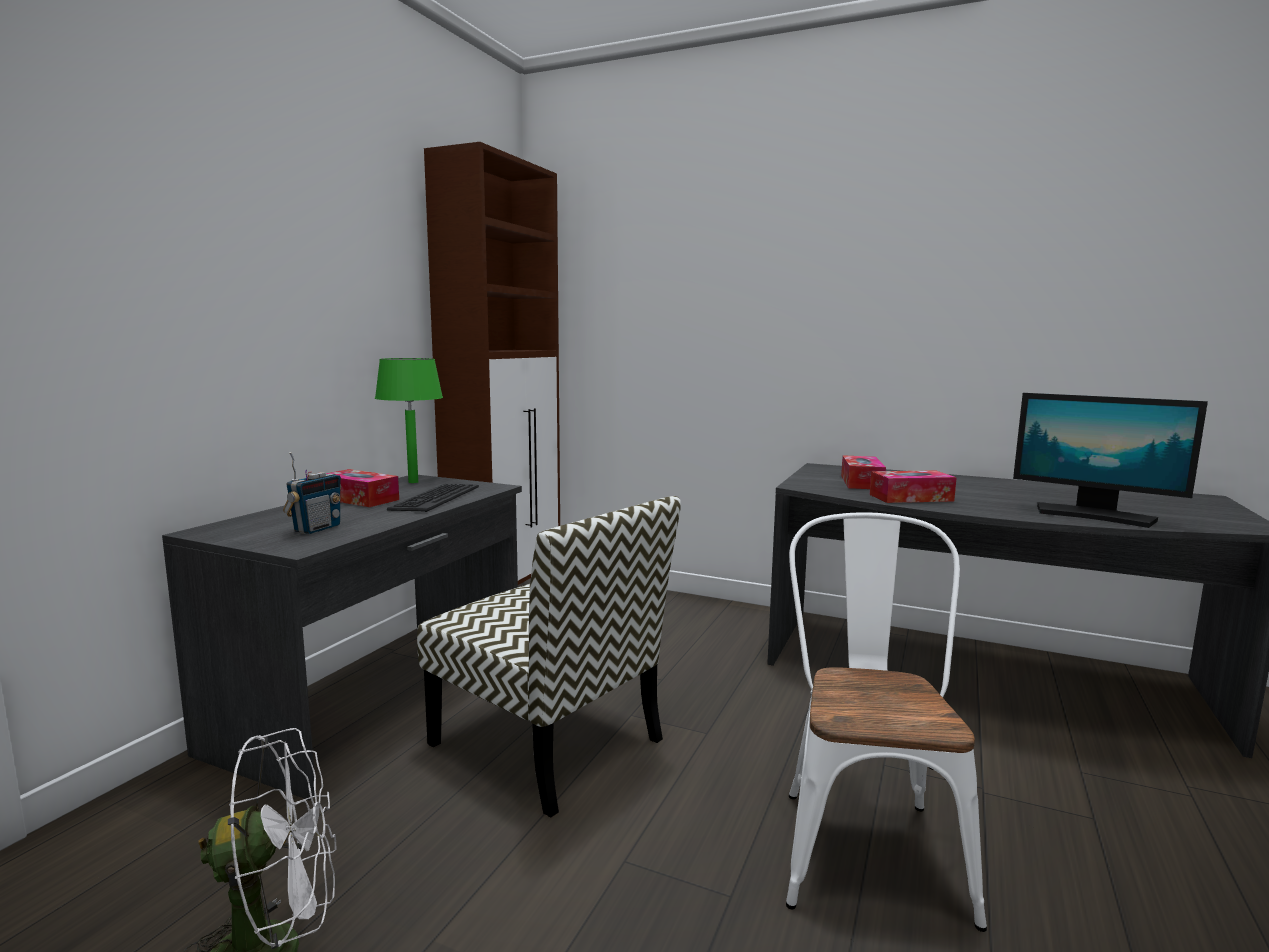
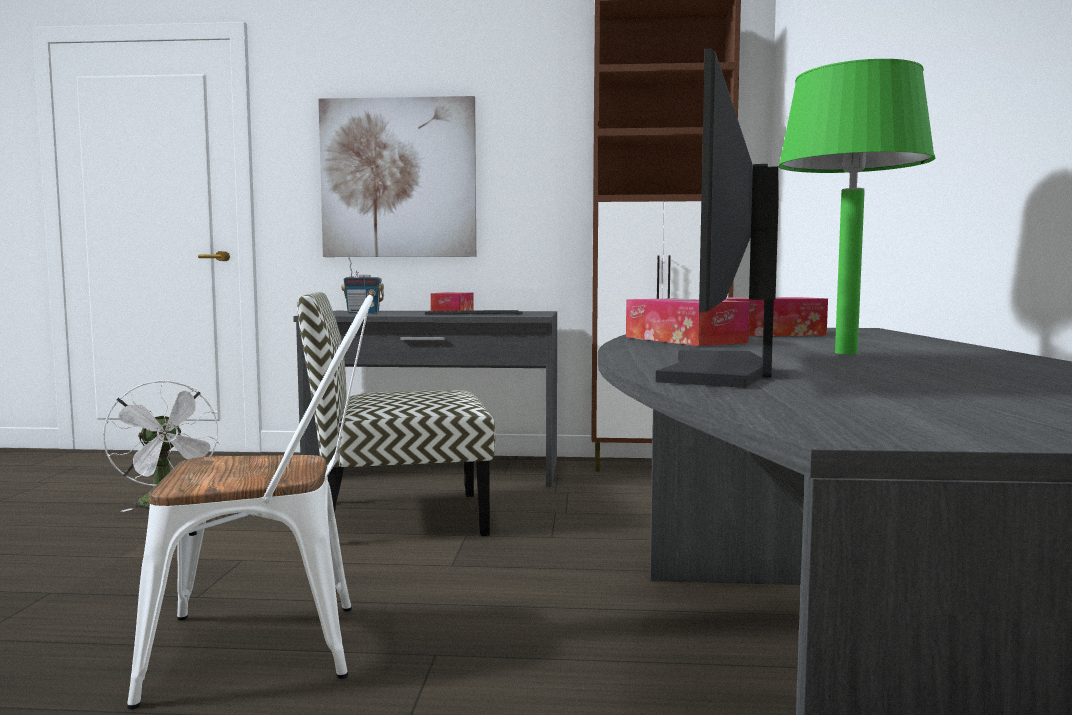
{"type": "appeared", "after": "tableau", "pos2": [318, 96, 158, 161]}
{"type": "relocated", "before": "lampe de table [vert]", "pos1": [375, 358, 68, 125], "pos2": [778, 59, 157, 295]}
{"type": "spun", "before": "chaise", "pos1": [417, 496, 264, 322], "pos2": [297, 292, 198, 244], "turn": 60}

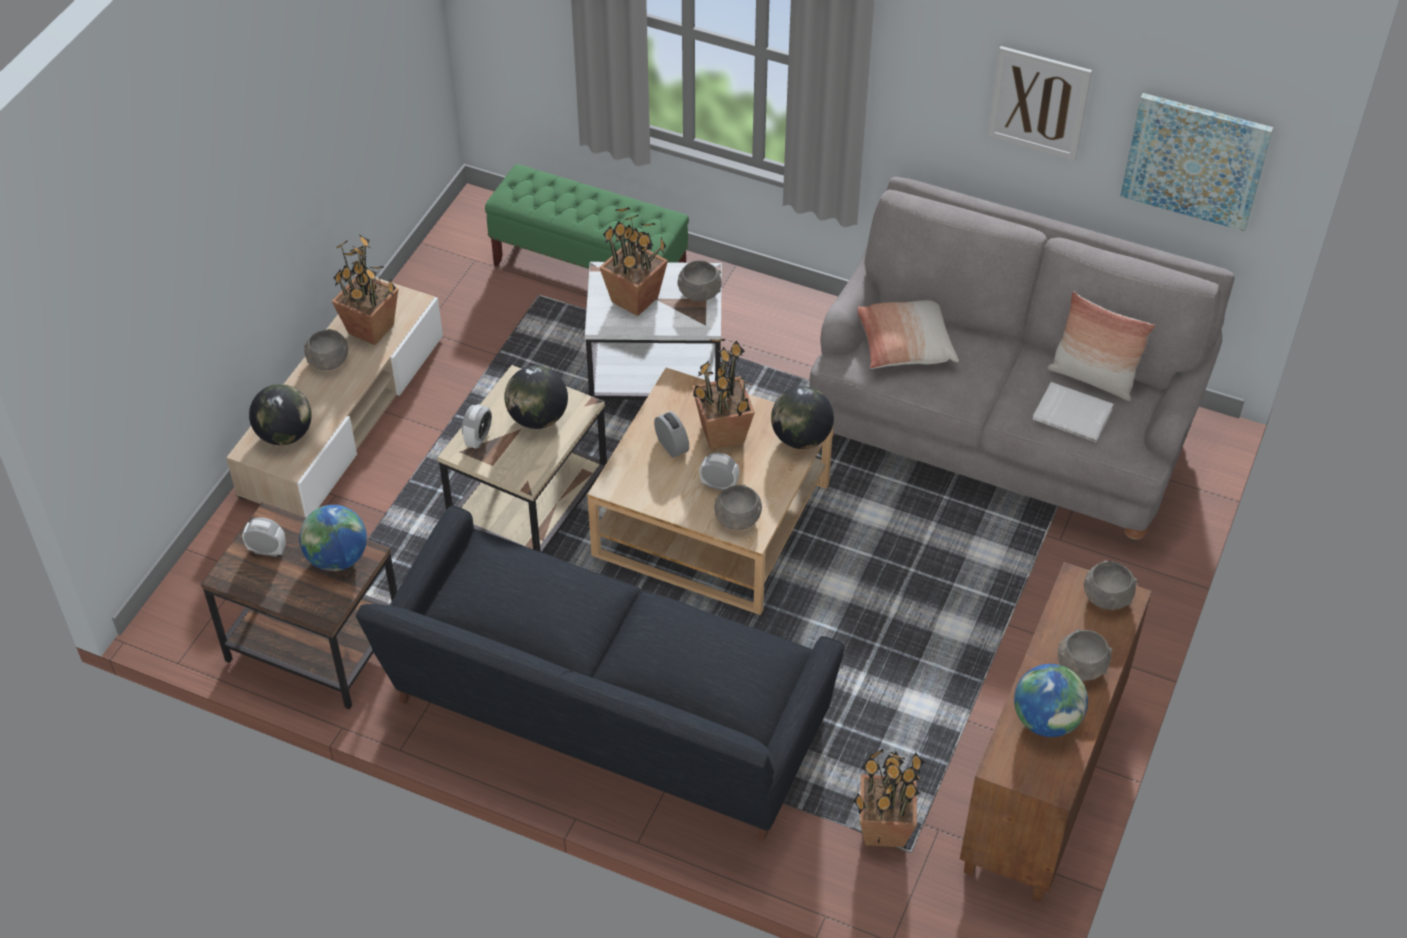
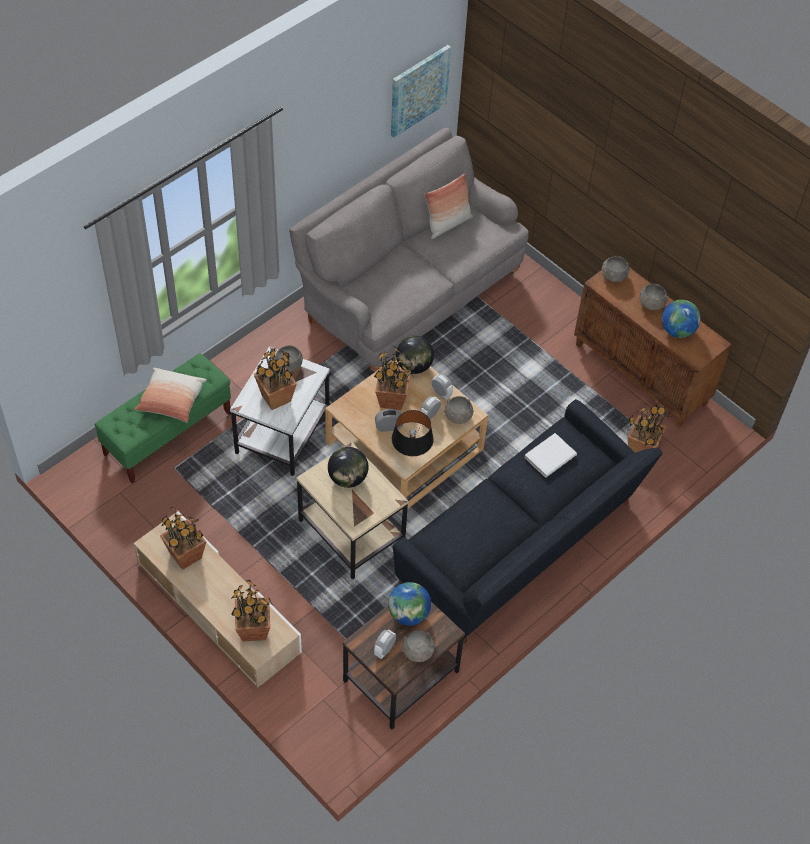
{"type": "missing", "before": "tableau", "pos1": [987, 46, 105, 115]}
{"type": "appeared", "after": "lampe de table [noir]", "pos2": [392, 410, 42, 46]}
{"type": "relocated", "before": "bol [gris]", "pos1": [304, 329, 44, 41], "pos2": [402, 630, 33, 32]}
{"type": "relocated", "before": "réveil", "pos1": [462, 404, 30, 45], "pos2": [431, 374, 22, 26]}
{"type": "relocated", "before": "coussin", "pos1": [857, 300, 102, 69], "pos2": [134, 368, 73, 55]}
{"type": "relocated", "before": "livre [blanc]", "pos1": [1033, 382, 81, 60], "pos2": [524, 433, 53, 45]}
{"type": "exchanged", "before": "globe", "after": "plante en pot", "pos1": [249, 384, 63, 61], "pos2": [231, 580, 42, 61]}

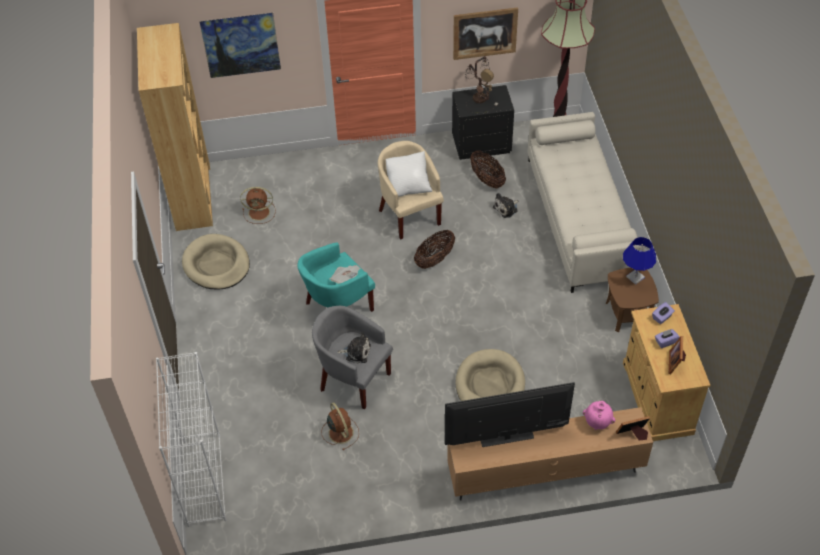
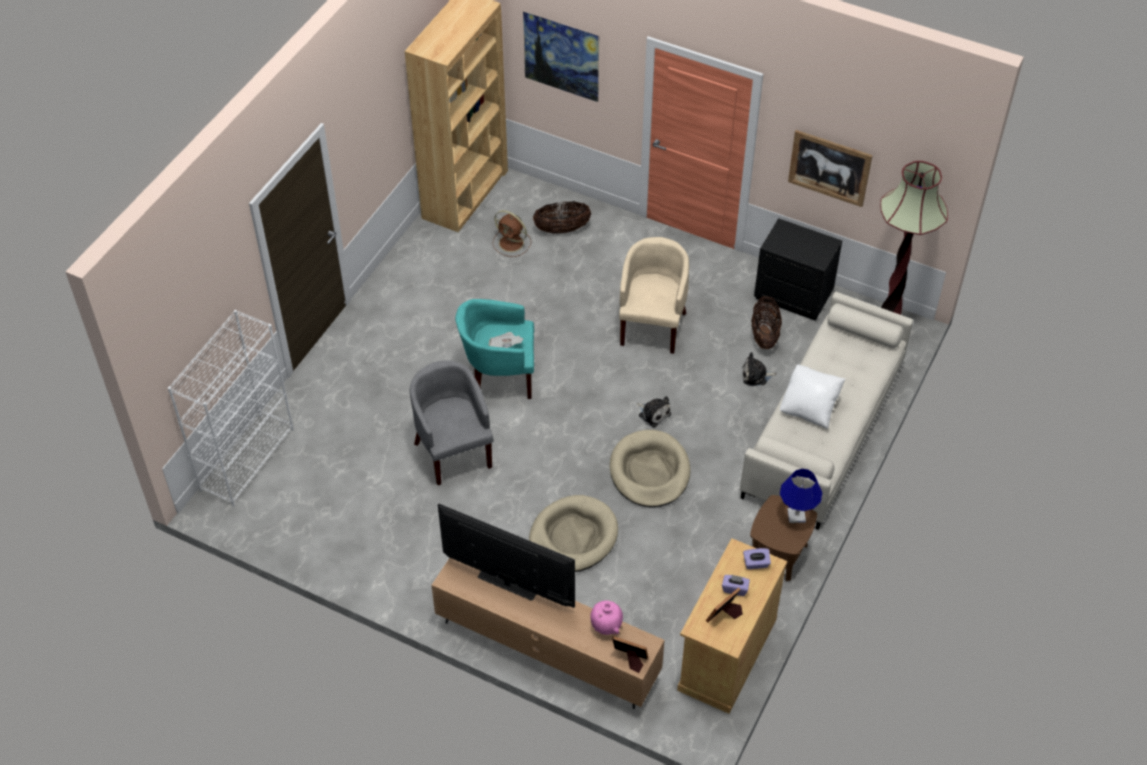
{"type": "missing", "before": "ventilateur [marron]", "pos1": [321, 402, 38, 49]}
{"type": "missing", "before": "lampe de table", "pos1": [465, 56, 33, 57]}
{"type": "relocated", "before": "panier pour chien [beige]", "pos1": [182, 234, 68, 55], "pos2": [610, 430, 81, 77]}
{"type": "relocated", "before": "peluche", "pos1": [337, 332, 34, 32], "pos2": [636, 396, 35, 32]}
{"type": "relocated", "before": "coussin [blanc]", "pos1": [386, 151, 46, 46], "pos2": [780, 364, 65, 65]}
{"type": "relocated", "before": "panier", "pos1": [414, 230, 41, 39], "pos2": [533, 201, 58, 33]}

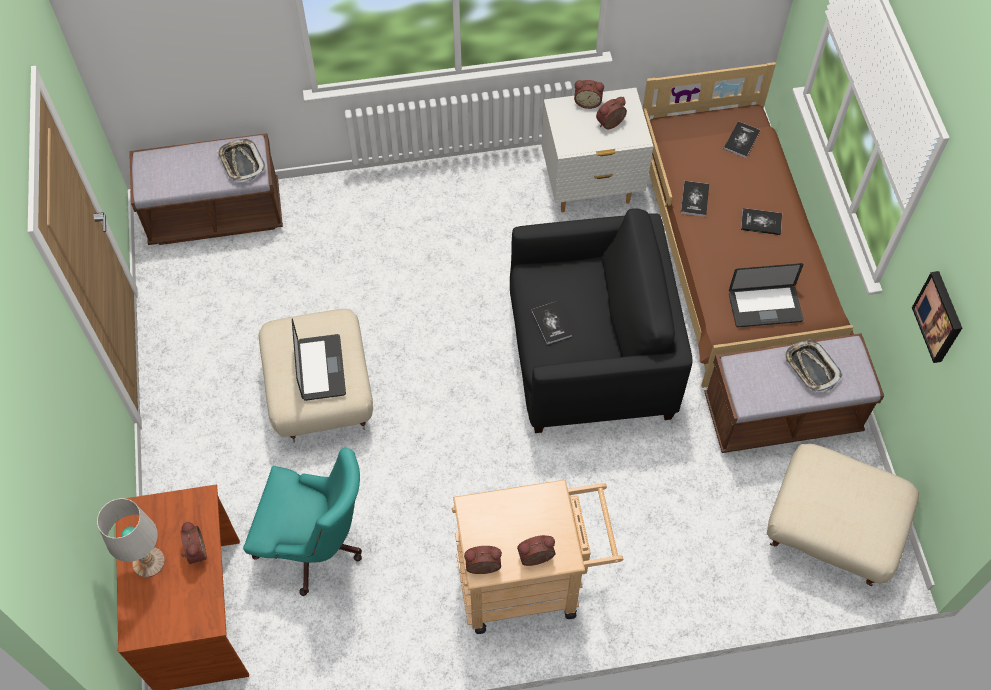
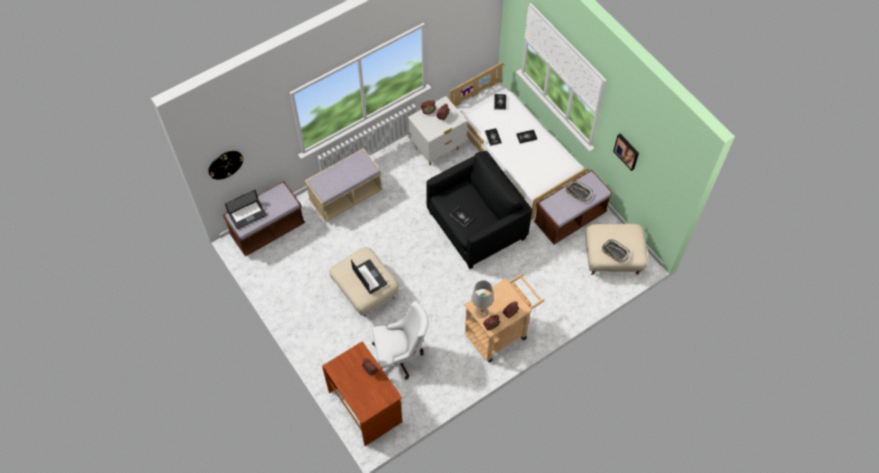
{"type": "appeared", "after": "horloge murale", "pos2": [208, 151, 36, 29]}
{"type": "appeared", "after": "banc [beige]", "pos2": [305, 148, 78, 74]}
{"type": "relocated", "before": "lampe de table [blanc]", "pos1": [97, 498, 68, 79], "pos2": [472, 280, 22, 38]}
{"type": "relocated", "before": "plateau", "pos1": [217, 139, 49, 44], "pos2": [602, 239, 28, 24]}
{"type": "relocated", "before": "ordinateur portable", "pos1": [729, 263, 75, 64], "pos2": [225, 190, 42, 39]}
{"type": "colour", "before": "chaise de bureau [turquoise]", "after": "chaise de bureau [blanc]", "pos1": [243, 448, 119, 148], "pos2": [372, 301, 56, 79]}
{"type": "colour", "before": "lit [marron]", "after": "lit [blanc]", "pos1": [642, 62, 212, 326], "pos2": [450, 62, 137, 158]}

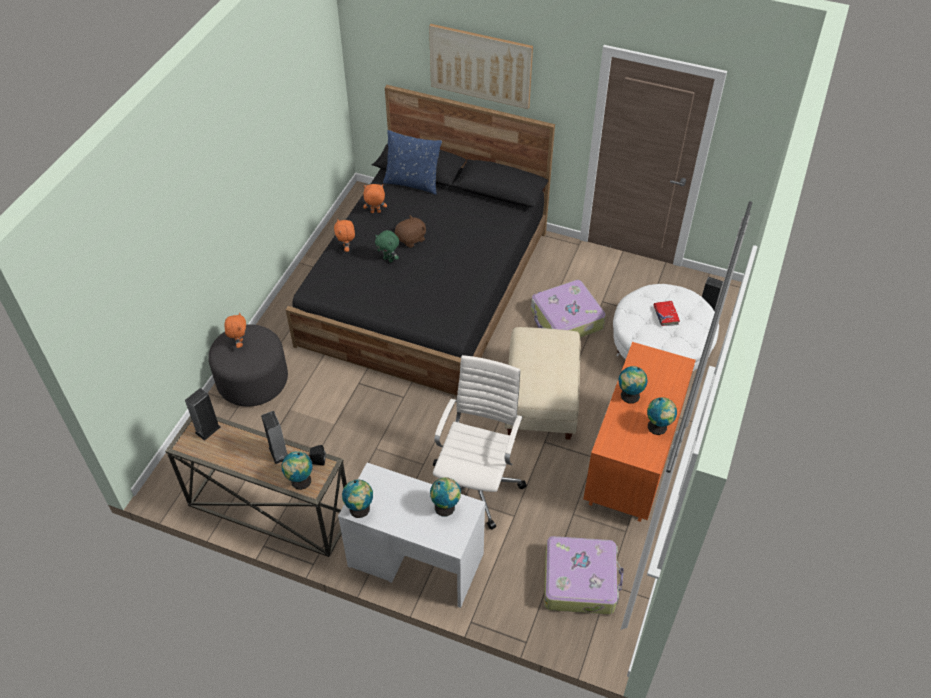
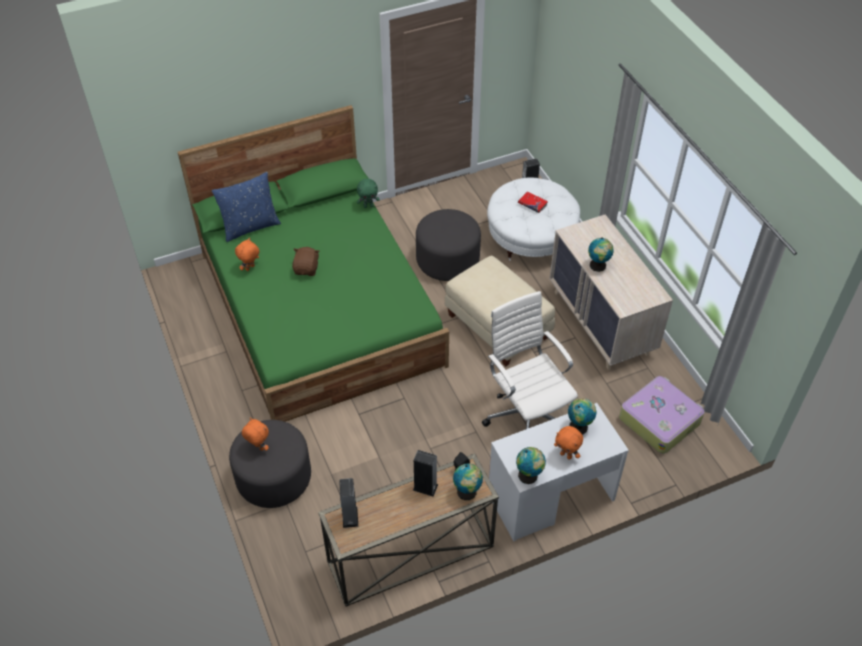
{"type": "missing", "before": "tableau", "pos1": [429, 24, 104, 85]}
{"type": "missing", "before": "globe", "pos1": [647, 397, 30, 38]}
{"type": "relocated", "before": "peluche [orange]", "pos1": [334, 219, 21, 33], "pos2": [554, 426, 29, 34]}
{"type": "relocated", "before": "peluche [vert]", "pos1": [375, 230, 24, 32], "pos2": [357, 179, 23, 29]}
{"type": "exchanged", "before": "valise", "after": "pouf [gris]", "pos1": [531, 280, 75, 58], "pos2": [416, 209, 65, 72]}
{"type": "colour", "before": "lit [noir]", "after": "lit [vert]", "pos1": [286, 85, 269, 311], "pos2": [178, 105, 271, 317]}
{"type": "colour", "before": "commode [orange]", "after": "commode [beige]", "pos1": [583, 342, 113, 180], "pos2": [549, 214, 124, 156]}

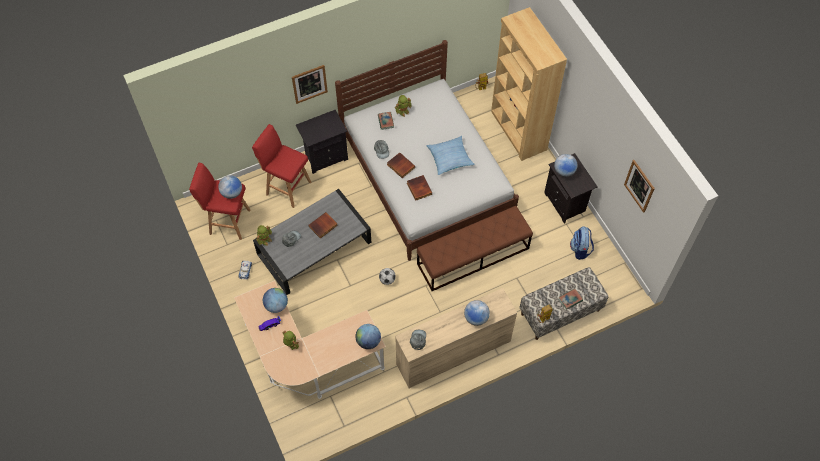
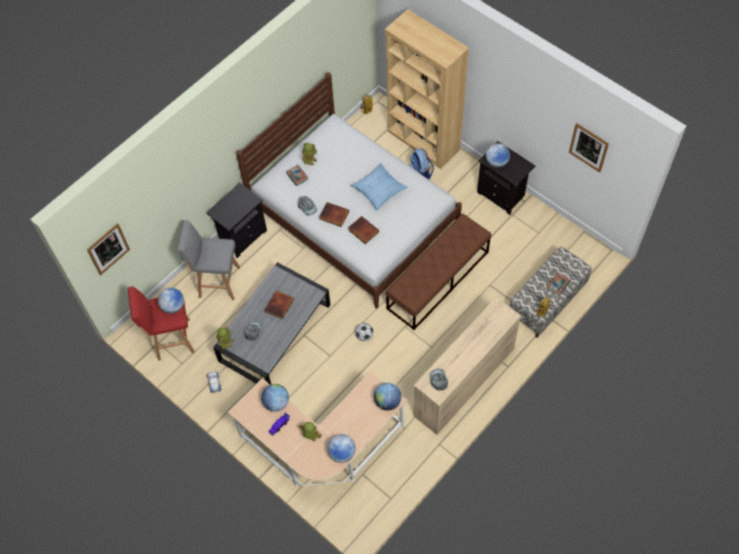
{"type": "relocated", "before": "tableau", "pos1": [292, 65, 36, 39], "pos2": [87, 223, 43, 52]}
{"type": "relocated", "before": "globe", "pos1": [464, 300, 26, 26], "pos2": [327, 434, 29, 29]}
{"type": "relocated", "before": "sac à dos", "pos1": [570, 226, 24, 34], "pos2": [410, 148, 24, 31]}
{"type": "colour", "before": "tabouret [rouge]", "after": "tabouret [gris]", "pos1": [252, 124, 59, 84], "pos2": [177, 220, 63, 80]}

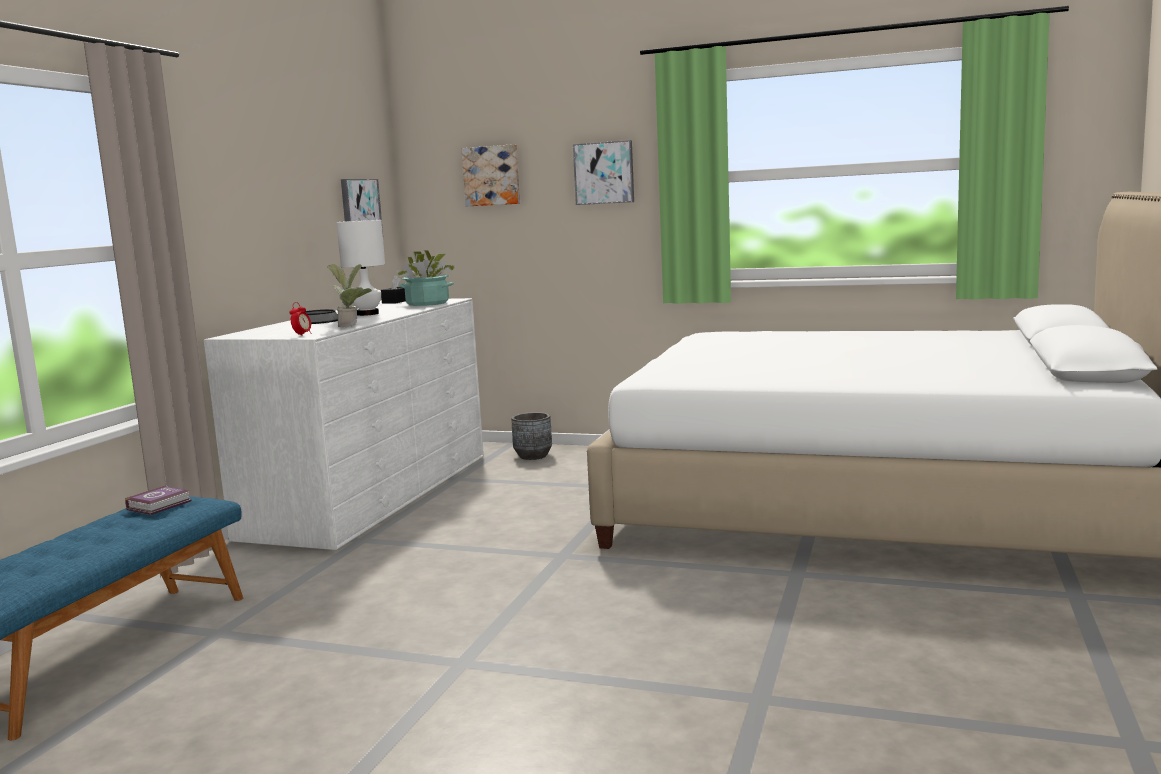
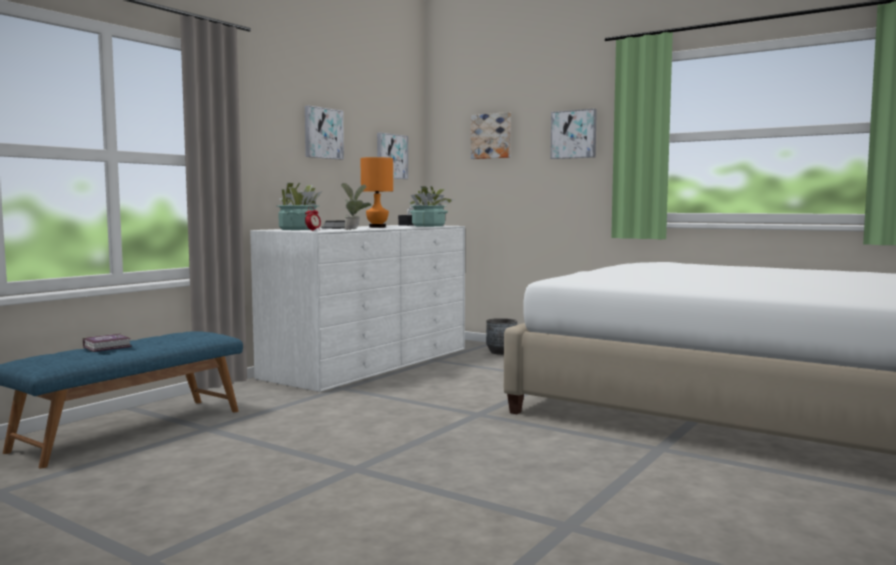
{"type": "appeared", "after": "plante en pot", "pos2": [278, 183, 44, 47]}
{"type": "appeared", "after": "tableau", "pos2": [305, 105, 39, 55]}
{"type": "relocated", "before": "livre", "pos1": [125, 485, 67, 30], "pos2": [83, 334, 49, 18]}
{"type": "colour", "before": "lampe de table [blanc]", "after": "lampe de table [orange]", "pos1": [336, 220, 49, 96], "pos2": [360, 157, 33, 71]}

